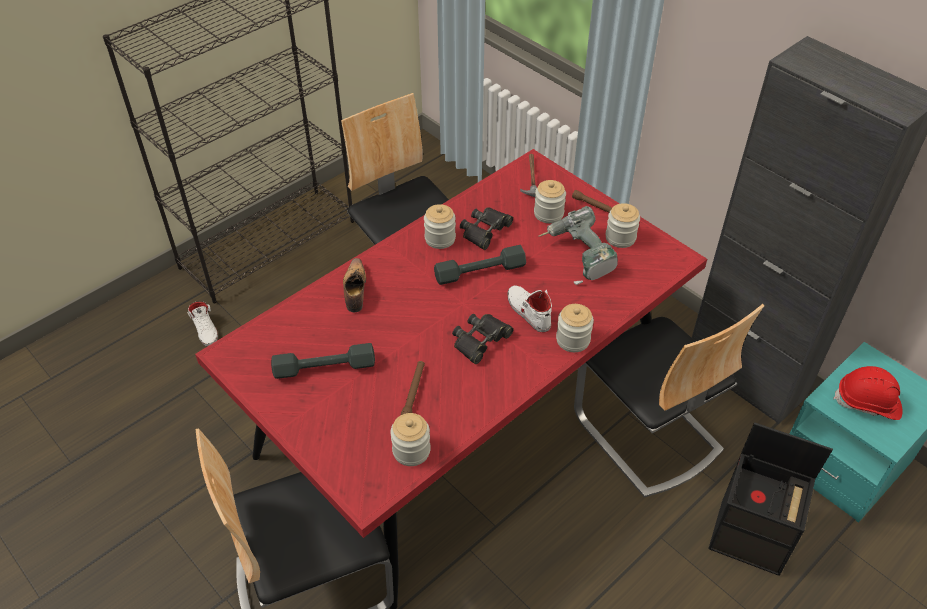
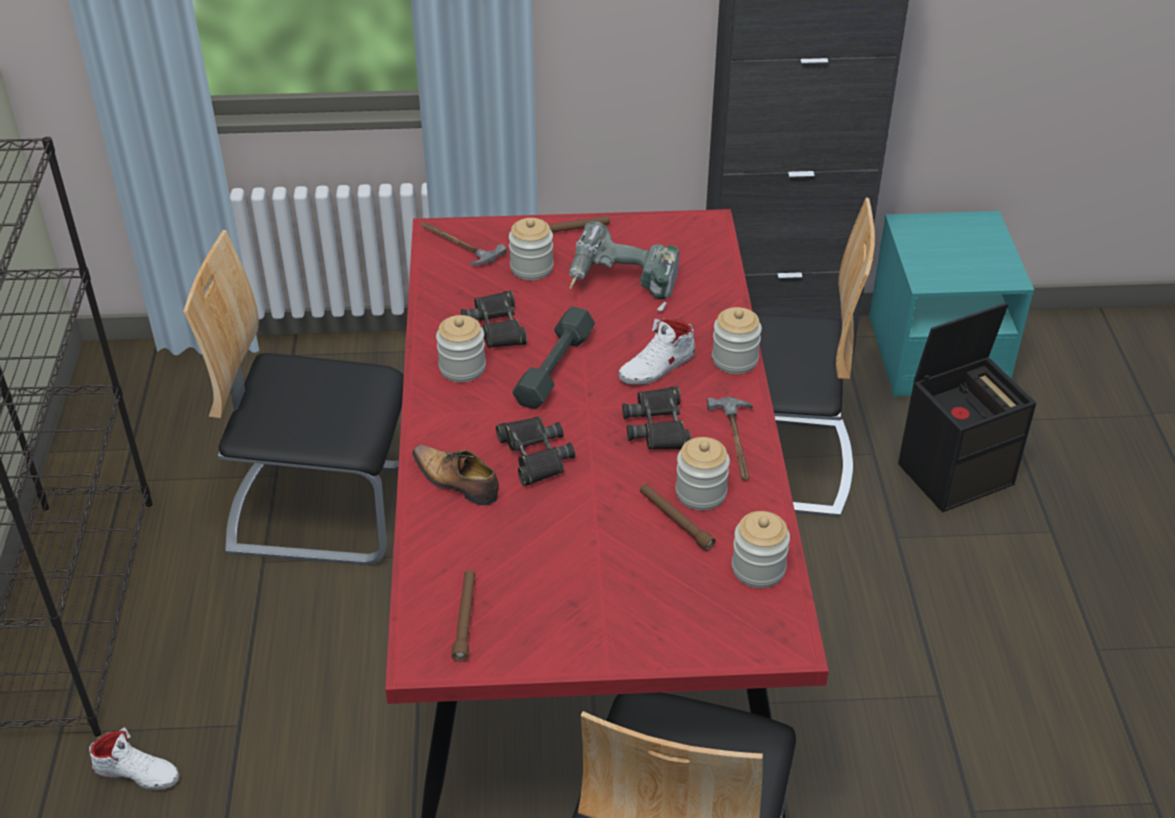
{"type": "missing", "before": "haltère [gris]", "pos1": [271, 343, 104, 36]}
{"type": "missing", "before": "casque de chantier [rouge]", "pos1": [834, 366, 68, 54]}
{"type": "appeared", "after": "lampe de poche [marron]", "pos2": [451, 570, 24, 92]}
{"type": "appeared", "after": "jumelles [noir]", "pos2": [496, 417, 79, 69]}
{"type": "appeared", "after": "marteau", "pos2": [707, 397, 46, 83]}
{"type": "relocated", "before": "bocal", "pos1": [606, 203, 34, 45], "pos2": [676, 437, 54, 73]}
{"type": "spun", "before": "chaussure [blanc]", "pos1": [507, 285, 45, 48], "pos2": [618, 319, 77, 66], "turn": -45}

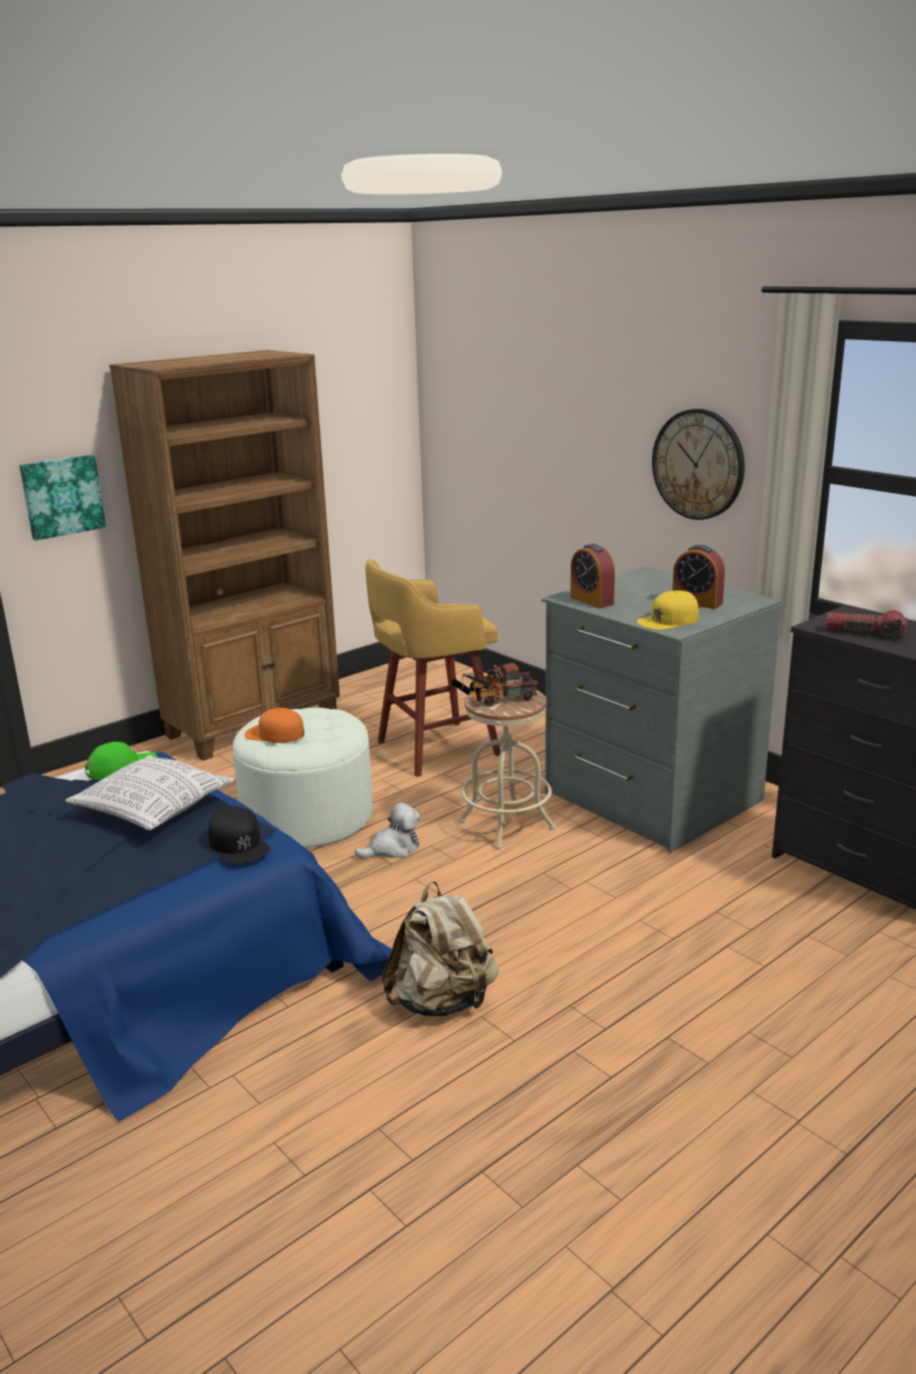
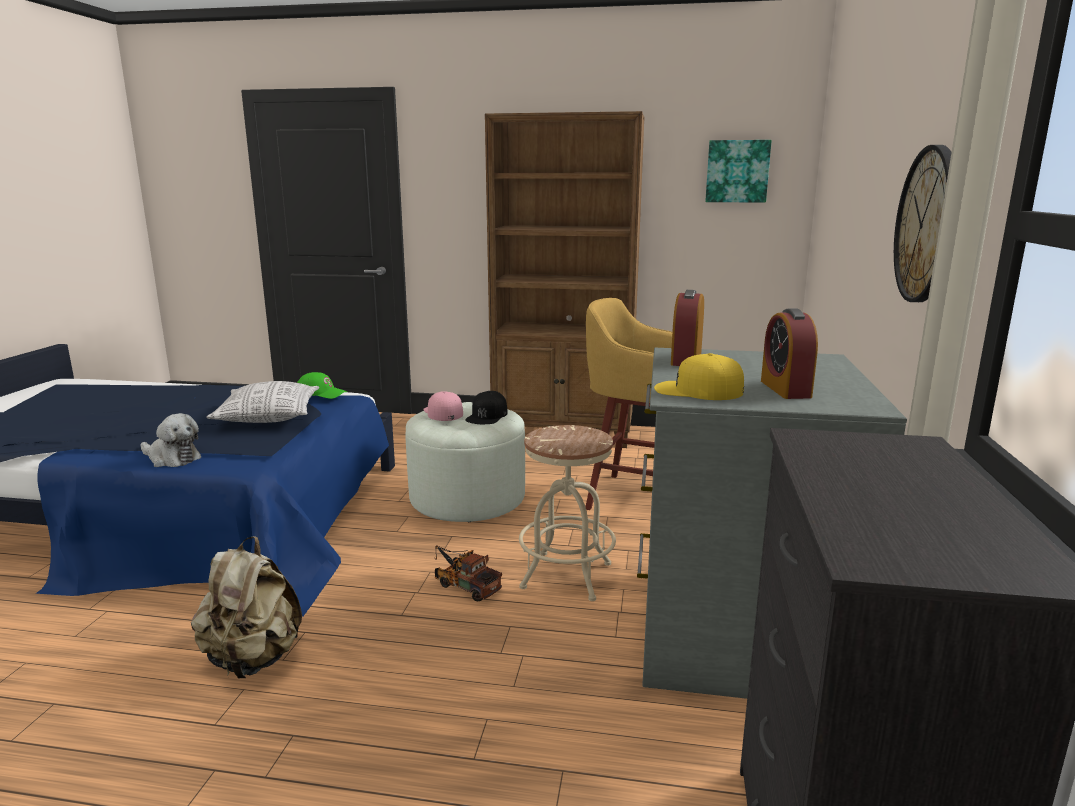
{"type": "missing", "before": "lampe de poche", "pos1": [827, 610, 81, 28]}
{"type": "relocated", "before": "tableau", "pos1": [19, 455, 87, 85], "pos2": [705, 140, 67, 63]}
{"type": "relocated", "before": "casquette [noir]", "pos1": [208, 806, 62, 58], "pos2": [465, 391, 43, 33]}
{"type": "relocated", "before": "peluche", "pos1": [355, 802, 66, 57], "pos2": [141, 413, 60, 54]}
{"type": "relocated", "before": "camion jouet", "pos1": [461, 662, 77, 44], "pos2": [435, 545, 67, 56]}
{"type": "colour", "before": "casquette [orange]", "after": "casquette [rose]", "pos1": [245, 708, 60, 35], "pos2": [423, 391, 40, 30]}

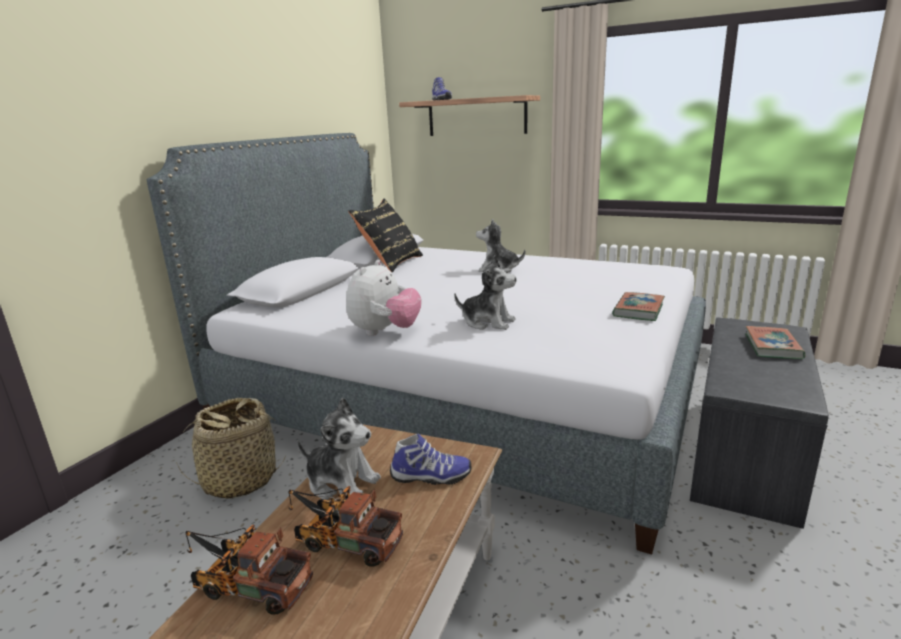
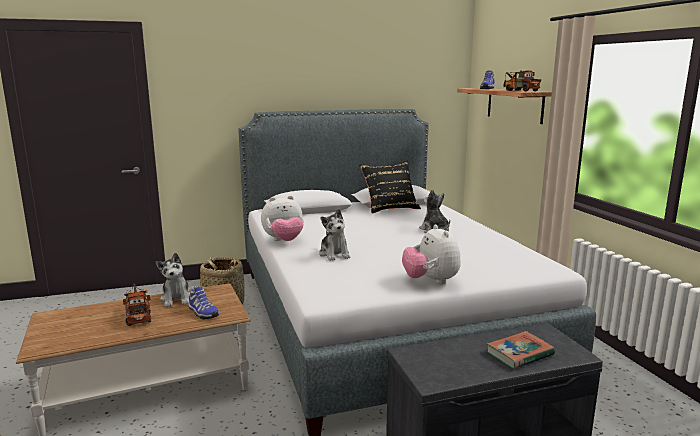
{"type": "relocated", "before": "camion jouet", "pos1": [186, 525, 127, 90], "pos2": [504, 70, 37, 22]}
{"type": "exchanged", "before": "livre", "after": "peluche", "pos1": [612, 292, 53, 29], "pos2": [402, 225, 59, 59]}

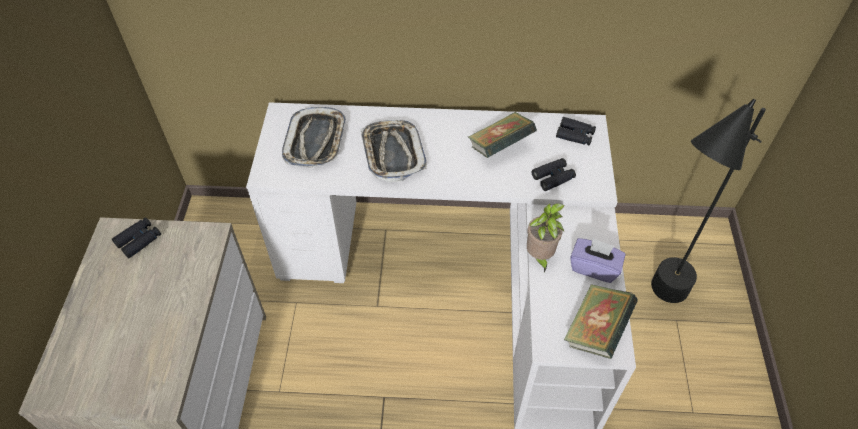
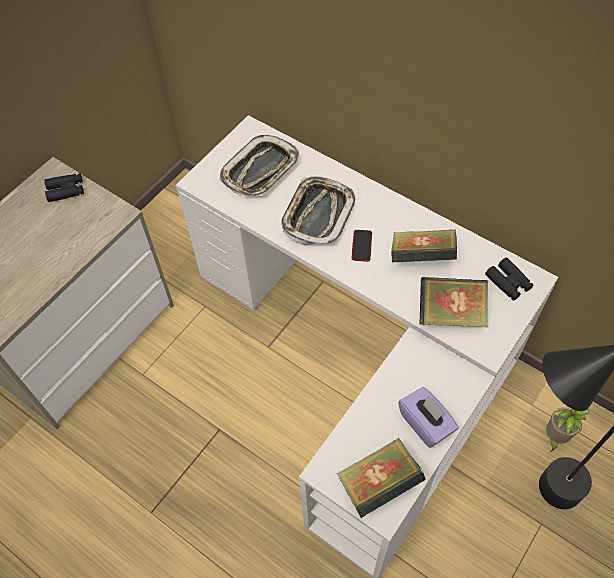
{"type": "appeared", "after": "téléphone", "pos2": [352, 230, 20, 32]}
{"type": "relocated", "before": "plante en pot", "pos1": [527, 203, 37, 69], "pos2": [546, 407, 44, 44]}
{"type": "exchanged", "before": "jumelles [noir]", "after": "livre", "pos1": [532, 158, 44, 33], "pos2": [419, 277, 69, 50]}

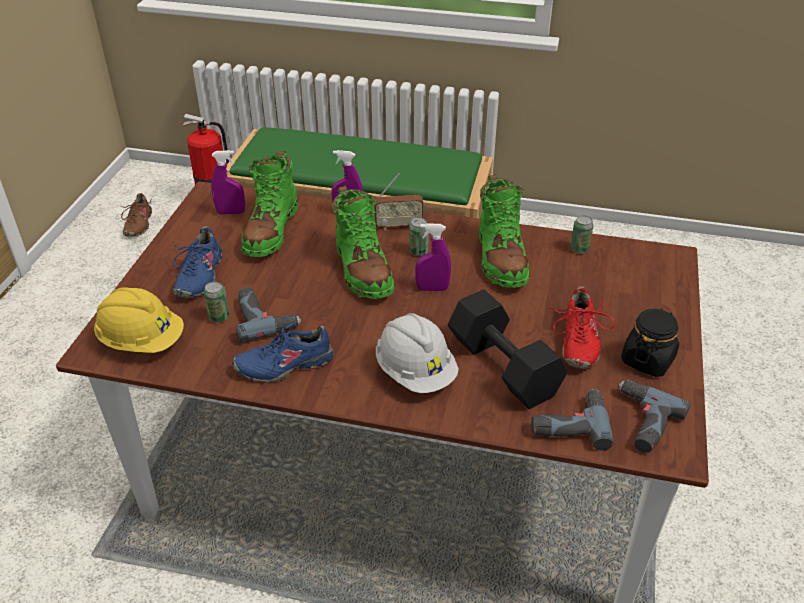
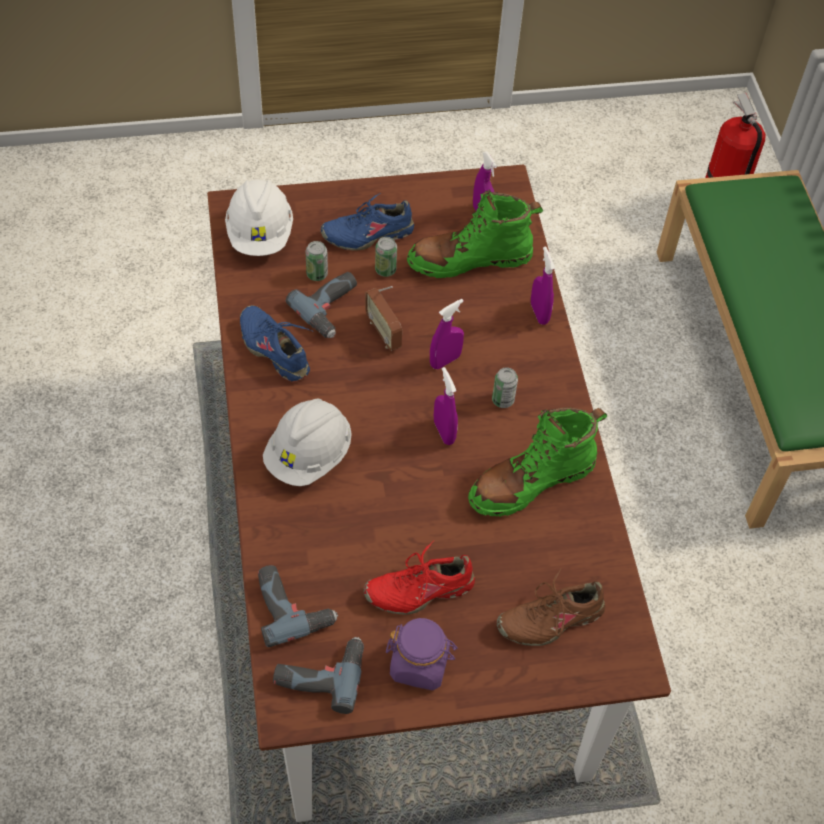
{"type": "missing", "before": "haltère [noir]", "pos1": [448, 290, 120, 119]}
{"type": "relocated", "before": "chaussure [marron]", "pos1": [121, 193, 31, 44], "pos2": [497, 568, 108, 78]}
{"type": "relocated", "before": "radio", "pos1": [374, 173, 50, 58], "pos2": [365, 286, 37, 65]}
{"type": "relocated", "before": "boîte métallique", "pos1": [570, 215, 24, 39], "pos2": [375, 237, 22, 40]}
{"type": "exchanged", "before": "botte [vert]", "after": "vaporisateur [violet]", "pos1": [332, 185, 63, 114], "pos2": [430, 299, 34, 70]}
{"type": "colour", "before": "casque de chantier [jaune]", "after": "casque de chantier [blanc]", "pos1": [94, 287, 90, 66], "pos2": [225, 180, 68, 76]}
{"type": "colour", "before": "bocal [noir]", "after": "bocal [violet]", "pos1": [621, 309, 59, 68], "pos2": [386, 618, 72, 72]}

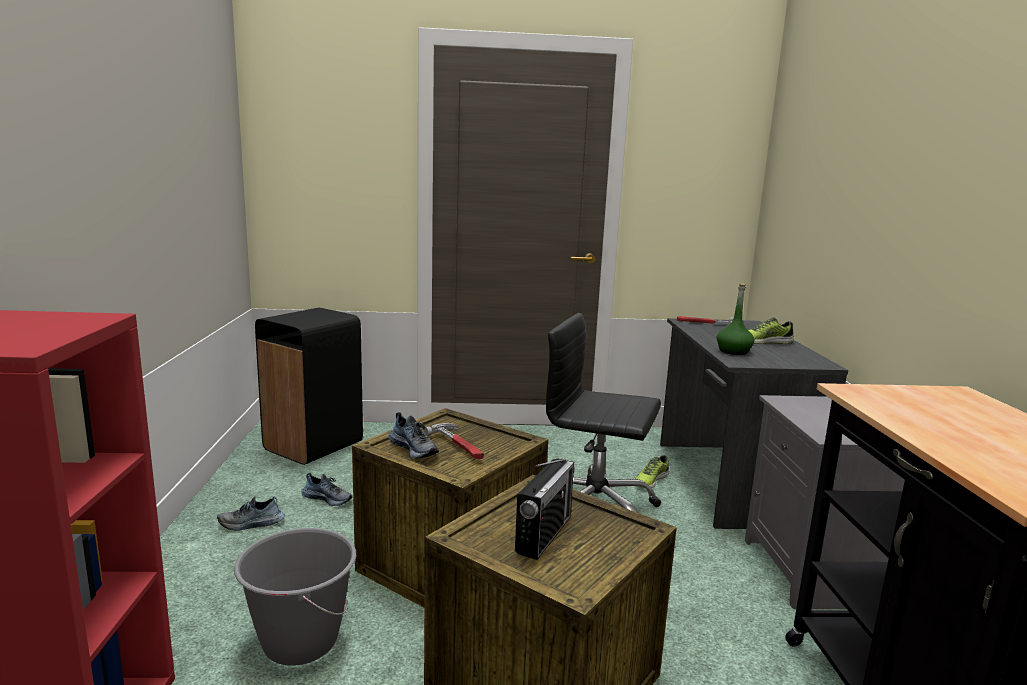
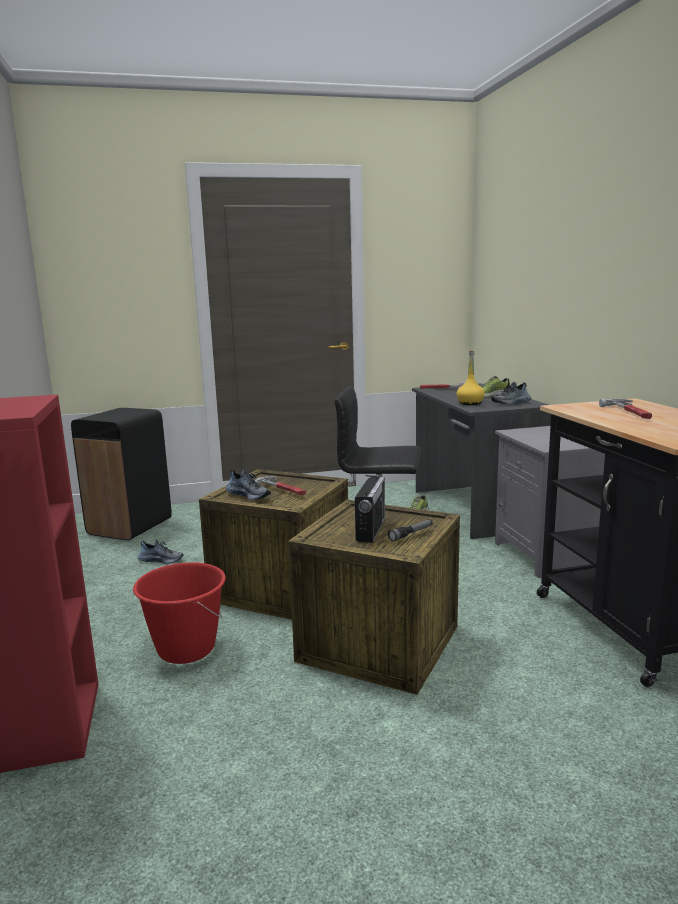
{"type": "appeared", "after": "lampe de poche", "pos2": [388, 519, 45, 23]}
{"type": "appeared", "after": "marteau", "pos2": [599, 399, 53, 20]}
{"type": "relocated", "before": "chaussure", "pos1": [217, 496, 68, 35], "pos2": [491, 382, 41, 23]}
{"type": "colour", "before": "seau [gris]", "after": "seau [rouge]", "pos1": [234, 528, 122, 138], "pos2": [133, 562, 93, 102]}
{"type": "colour", "before": "bouteille [vert]", "after": "bouteille [jaune]", "pos1": [717, 283, 37, 72], "pos2": [457, 350, 28, 55]}

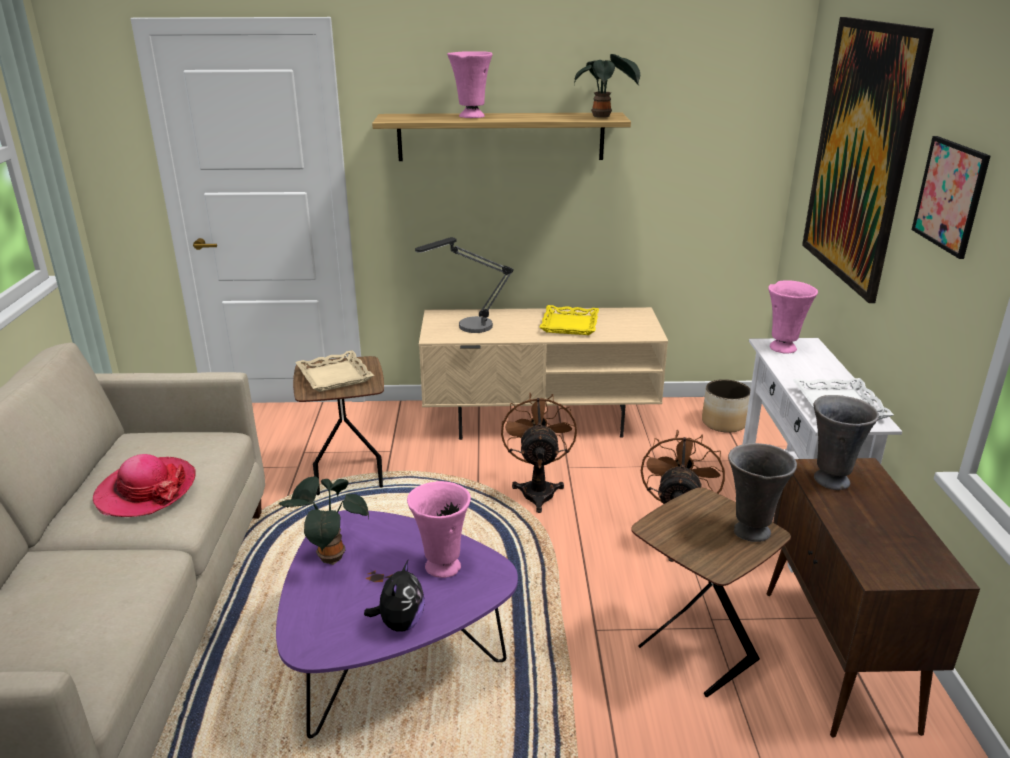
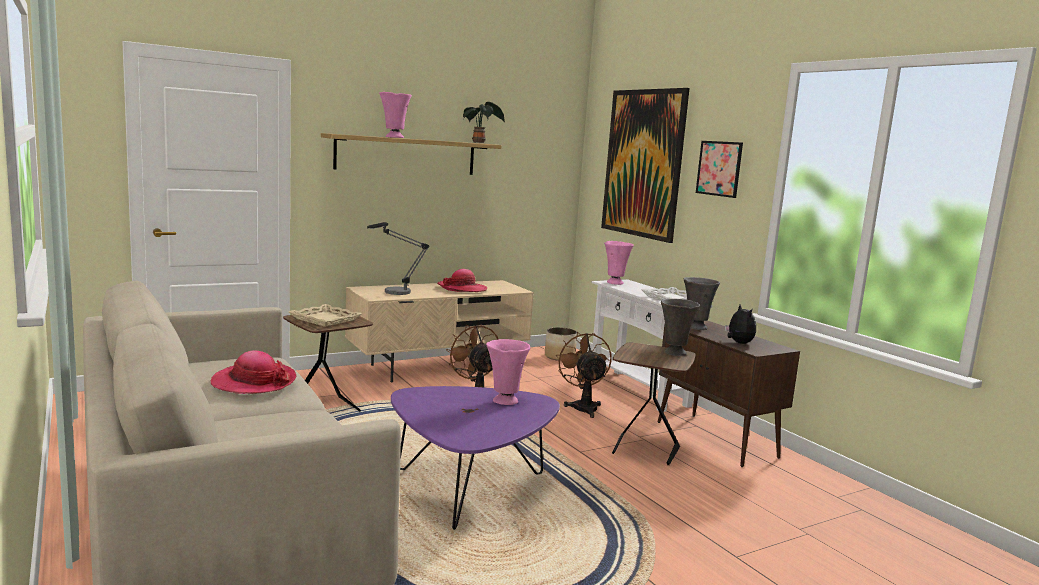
{"type": "missing", "before": "plante en pot", "pos1": [279, 477, 90, 88]}
{"type": "relocated", "before": "peluche", "pos1": [364, 560, 61, 72], "pos2": [725, 304, 31, 40]}
{"type": "exchanged", "before": "plateau [jaune]", "after": "chapeau", "pos1": [539, 305, 60, 30], "pos2": [437, 269, 50, 23]}

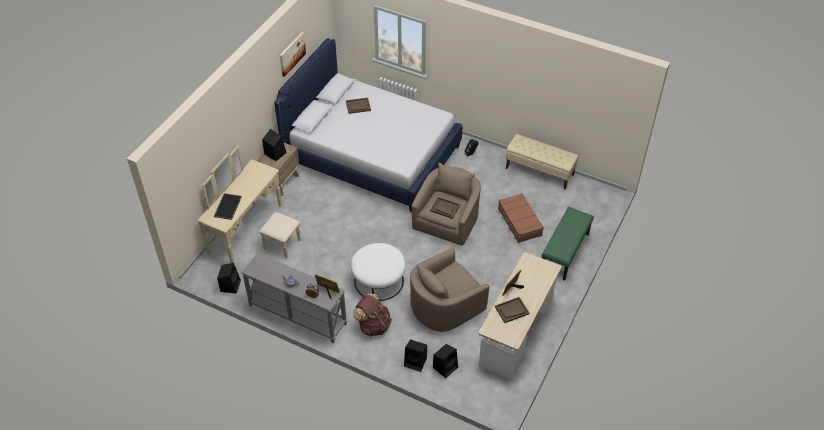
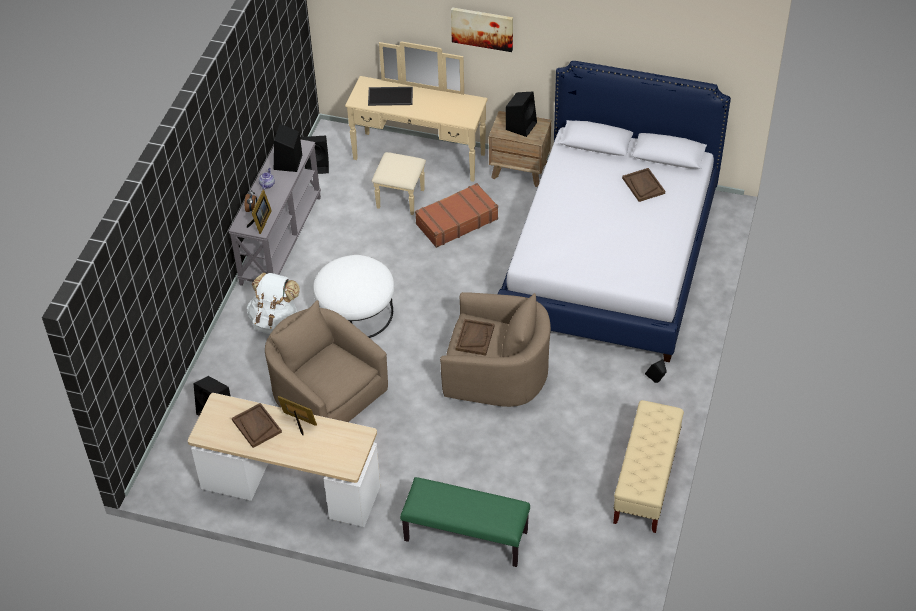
{"type": "relocated", "before": "tableau", "pos1": [280, 32, 26, 45], "pos2": [451, 7, 62, 45]}
{"type": "relocated", "before": "enceinte [noir]", "pos1": [404, 339, 23, 33], "pos2": [274, 124, 28, 48]}
{"type": "relocated", "before": "valise [marron]", "pos1": [498, 193, 46, 50], "pos2": [415, 183, 83, 65]}
{"type": "colour", "before": "sac à dos [marron]", "after": "sac à dos [blanc]", "pos1": [353, 293, 39, 44], "pos2": [247, 273, 53, 61]}

